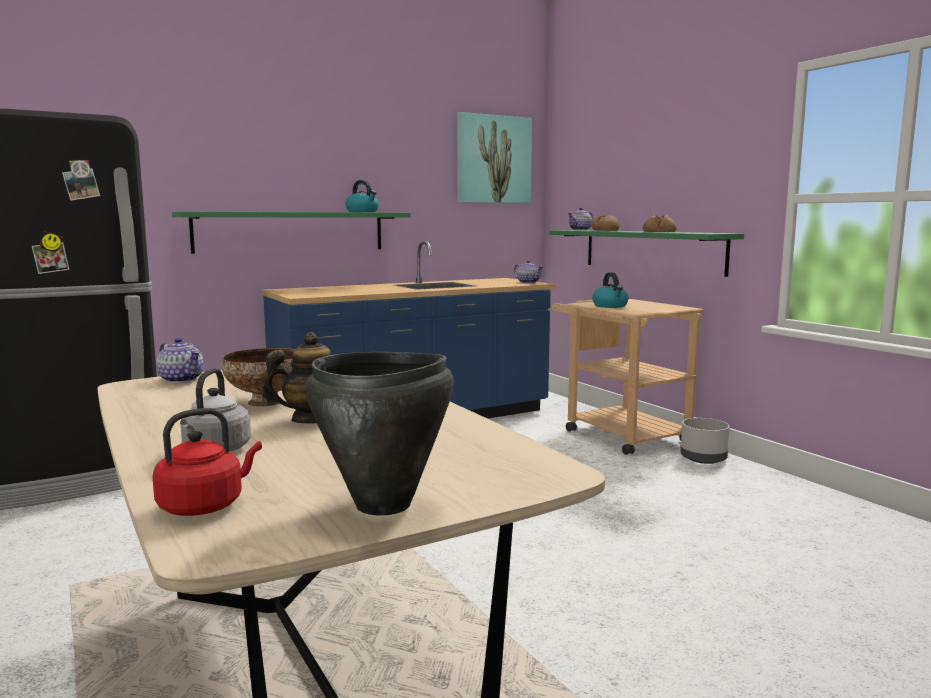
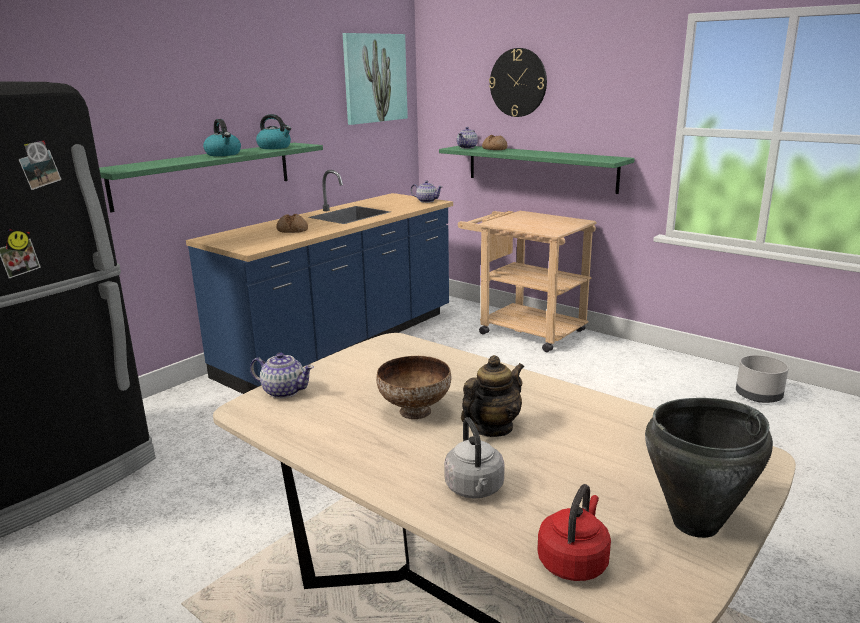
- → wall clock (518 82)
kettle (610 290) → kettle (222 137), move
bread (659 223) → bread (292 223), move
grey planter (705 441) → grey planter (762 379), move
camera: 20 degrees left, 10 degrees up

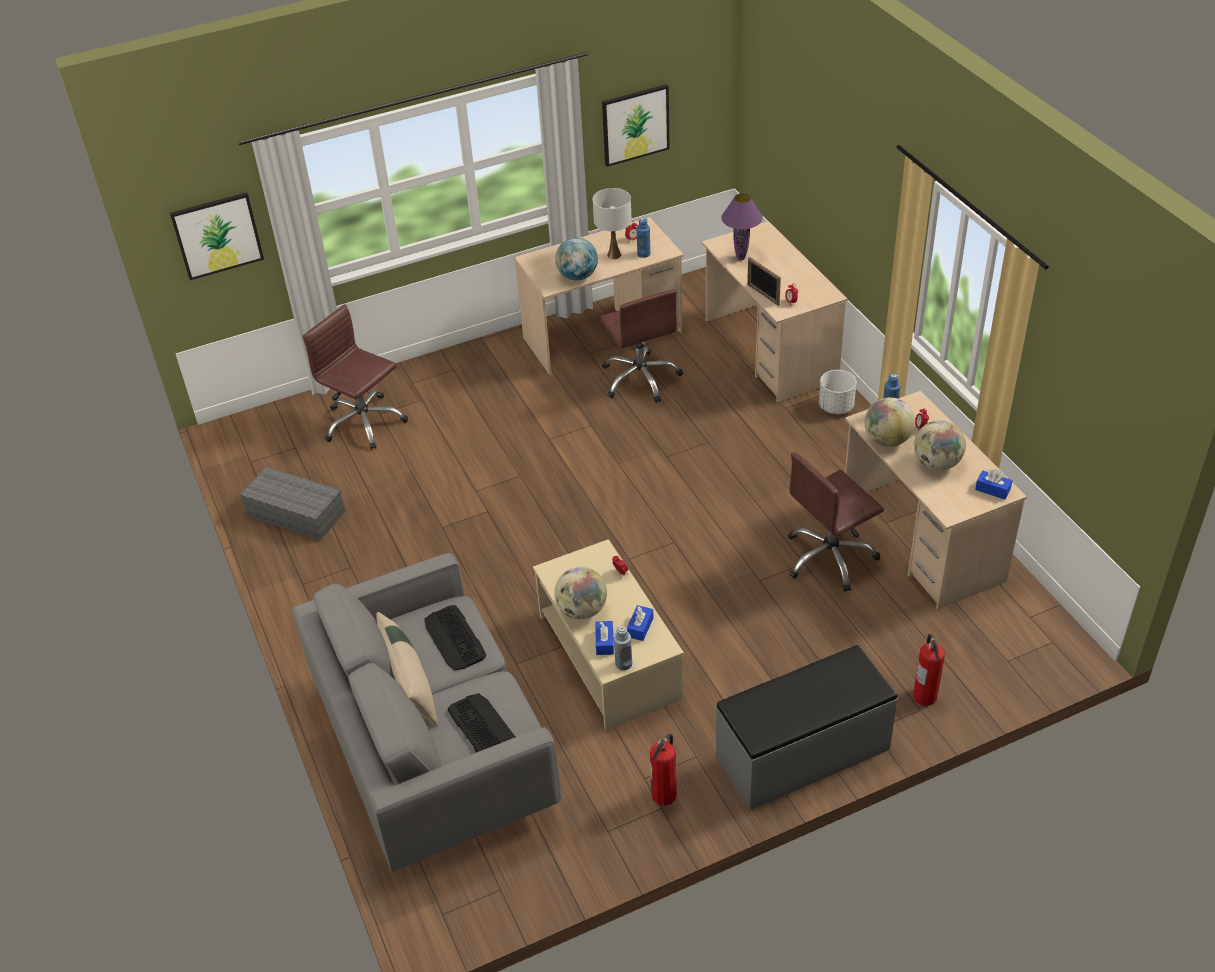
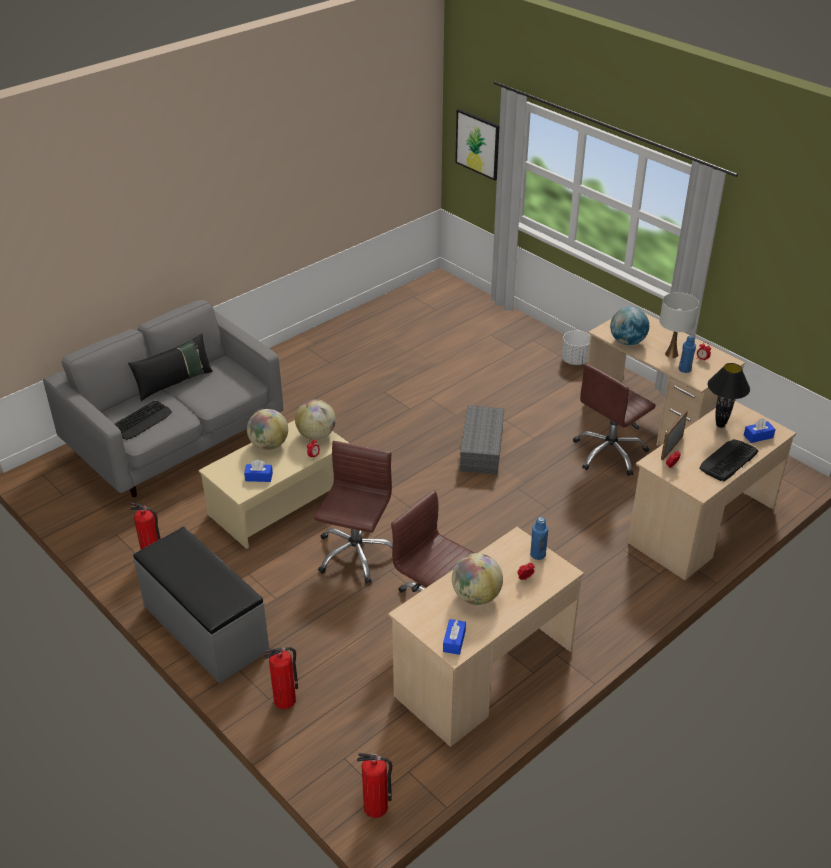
picture (636 125) → -
blue bottle (623 648) → -
- → fire extinguisher (375 785)
grey storage box (292 503) → grey storage box (482 440), move
brown office chair (355 377) → brown office chair (353 512), move
keyboard (455 638) → keyboard (728 460), move
blue tissue box (604 638) → blue tissue box (760 430), move
white planter (837 392) → white planter (576 347), move
globe (889 422) → globe (315 419), move
beige pillow (407 669) → black pillow (170 367)
purple table lamp (742 226) → black table lamp (729 395)
camera: 70 degrees right, 5 degrees down

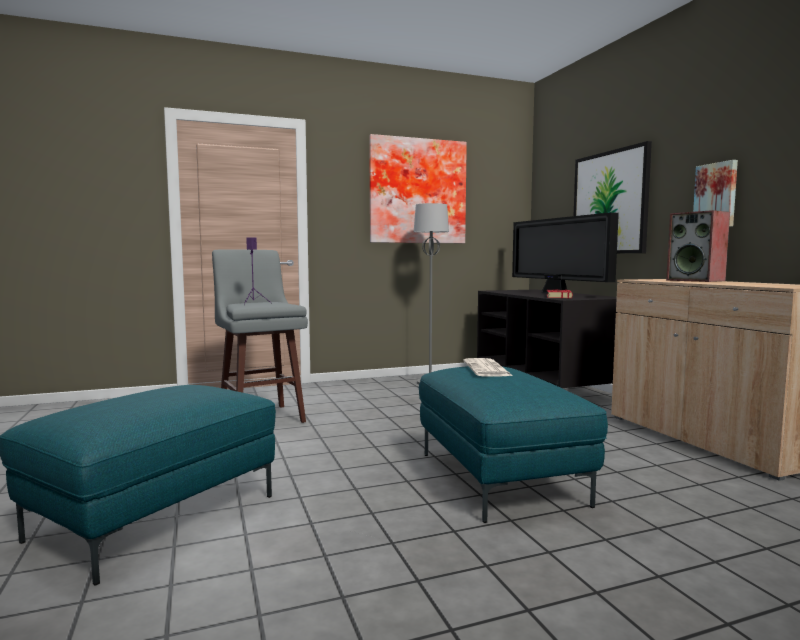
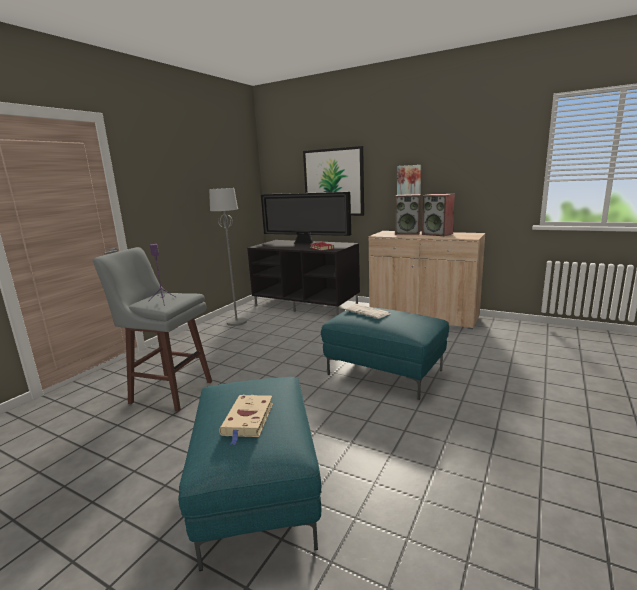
picture (418 188) → -
- → beige book (246 420)
- → speaker (438 215)
camera: 40 degrees left, 10 degrees up

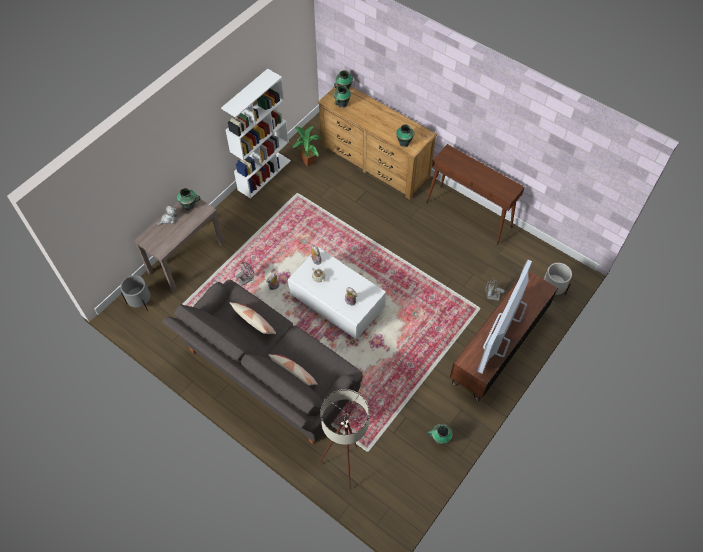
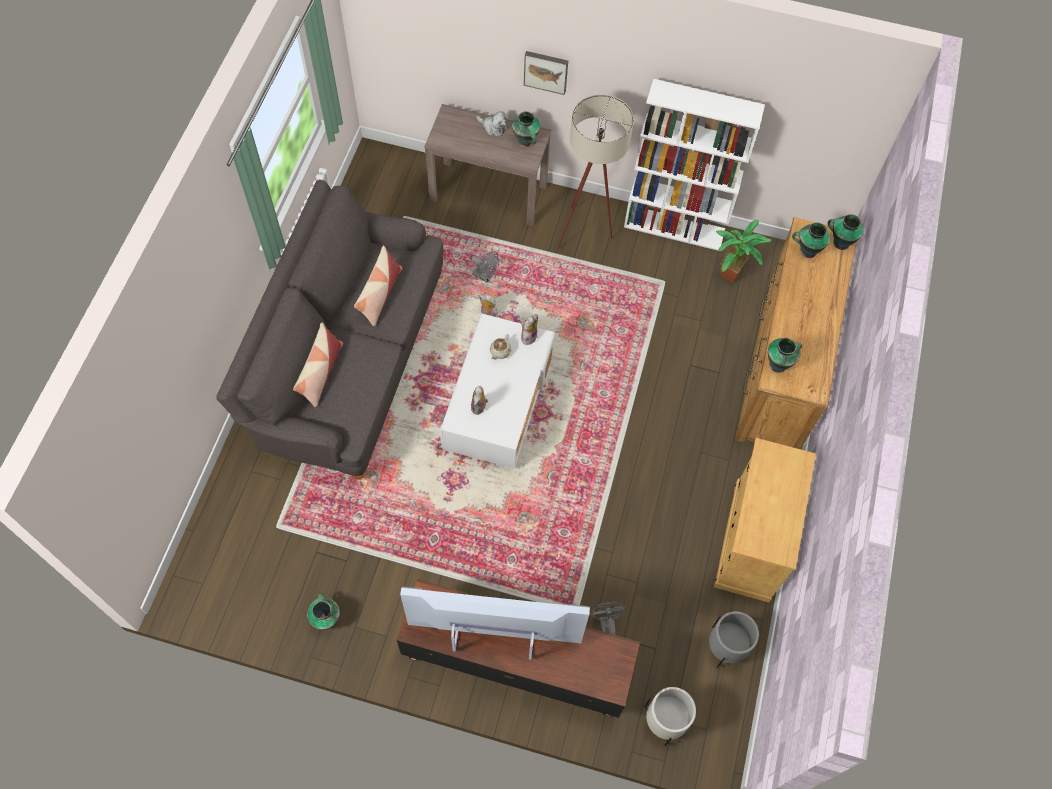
- → picture (546 73)
grey planter (135 293) → grey planter (734 639), move
beige floor lamp (343 439) → beige floor lamp (595 171), move
brown console table (475 194) → beige cabinet (765 520)
camera: 65 degrees right, 5 degrees up

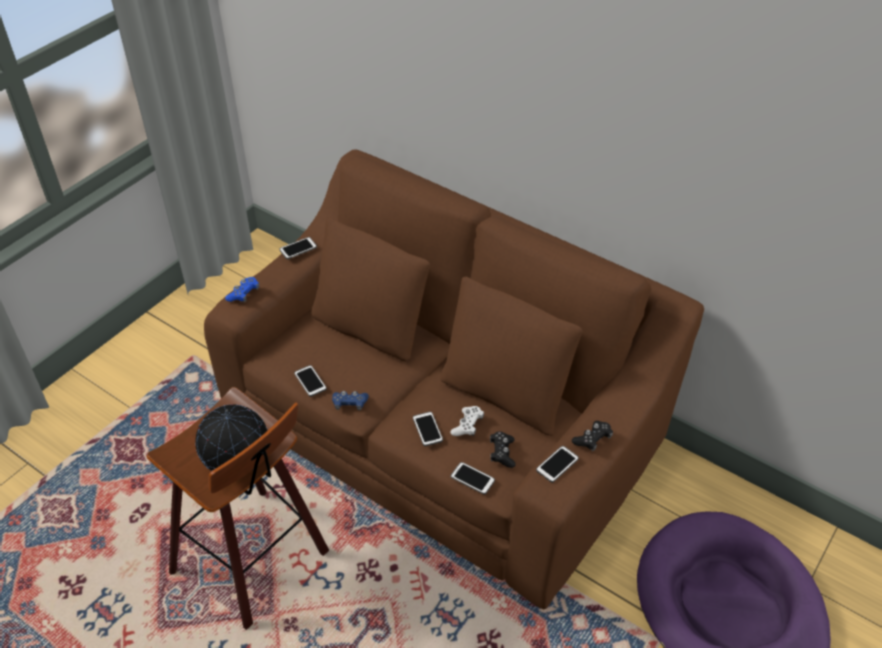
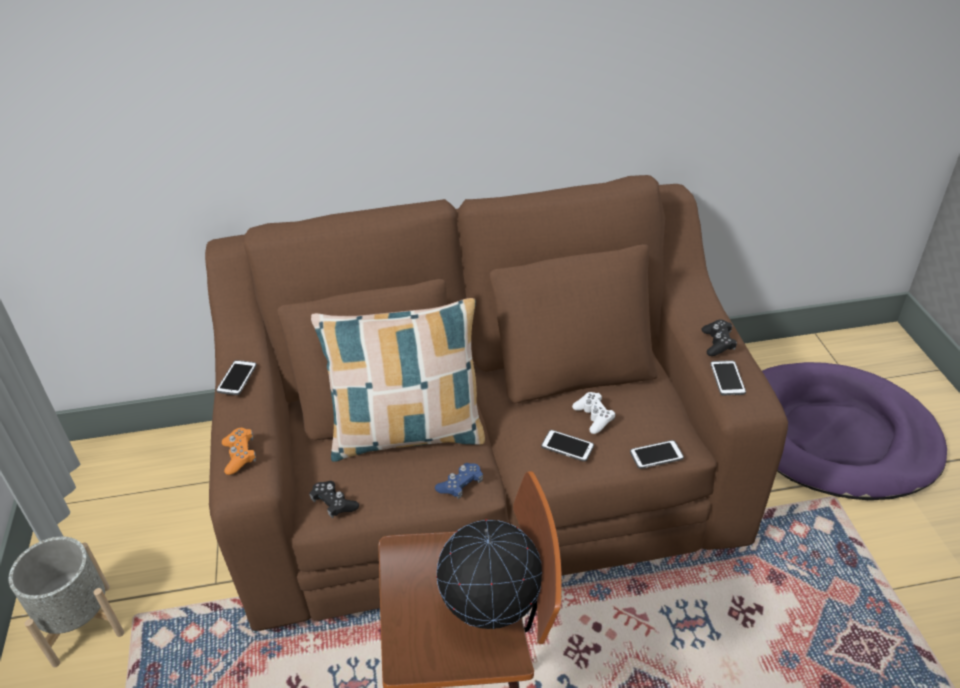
phone (310 381) → -
- → grey planter (66 601)
- → pillow (398 380)
black game controller (503 449) → black game controller (334 499), move
blue game controller (242 289) → orange game controller (239 451)
camera: 45 degrees left, 5 degrees down

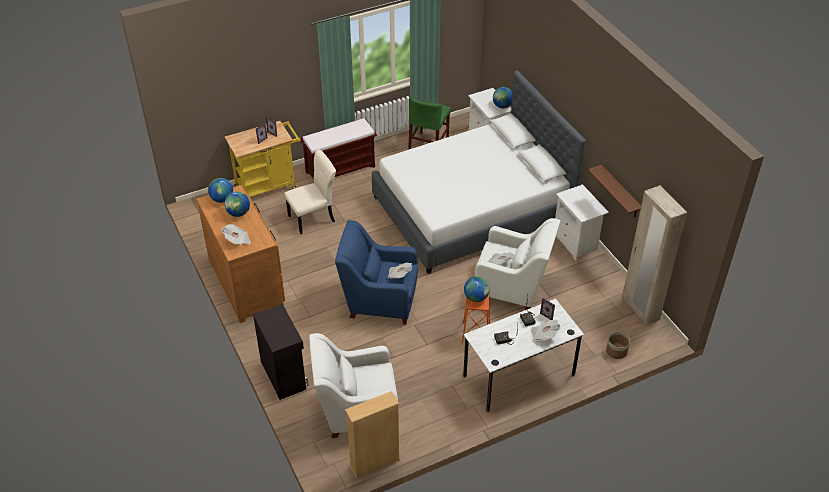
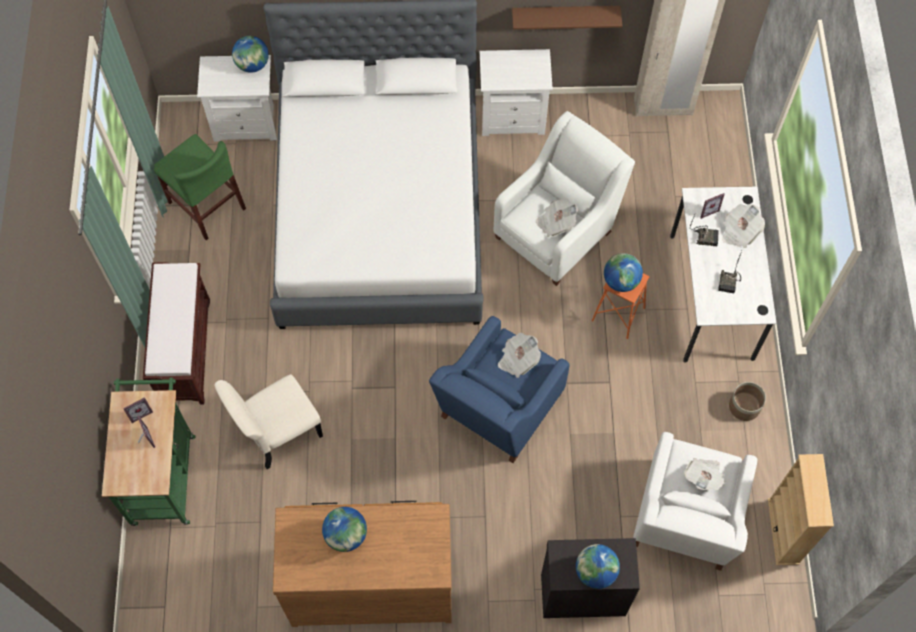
globe (220 190) → globe (598 566), move
newspaper (236 234) → newspaper (704 474), move
planter (618 345) → planter (747 401), move
yellow cart (263 159) → green cart (148 451)
beige chair (310 192) → beige chair (268 421), 120 degrees counterclockwise
camera: 65 degrees left, 20 degrees up

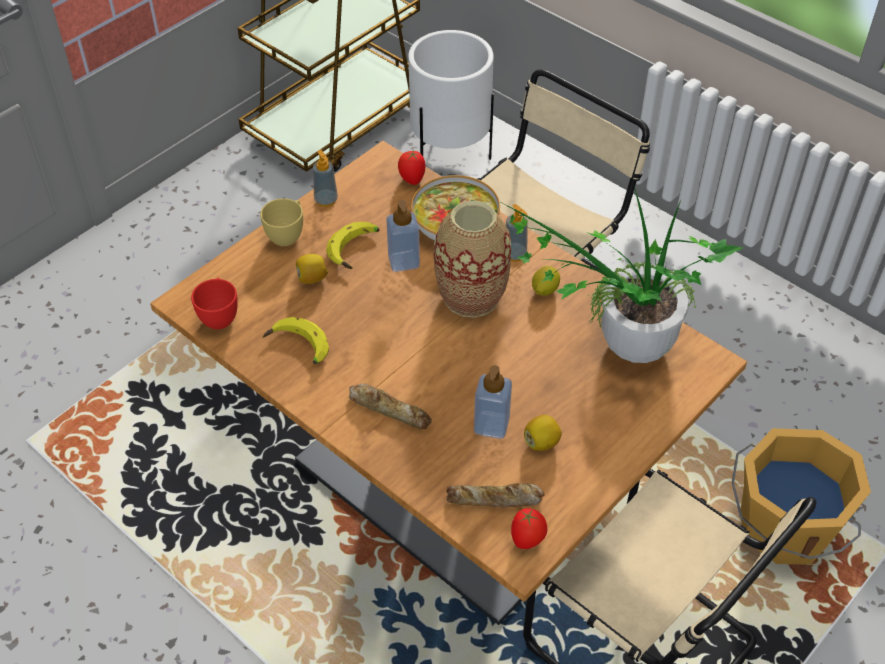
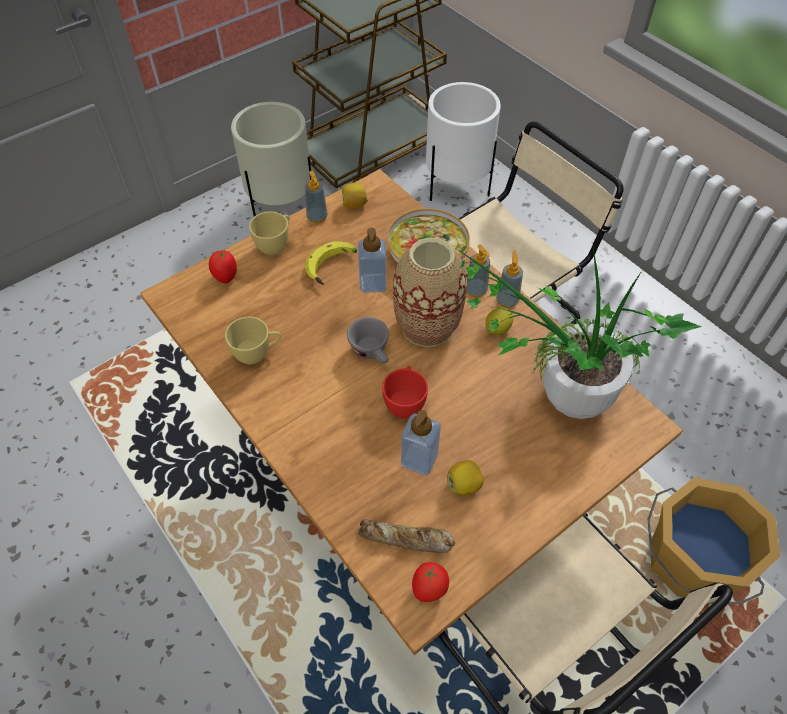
bread (390 406) → -
- → beige planter (271 159)
- → grey cup (368 340)
- → soap dispenser (509 279)
red cup (214 303) → red cup (405 392), move
lemon (312 269) → lemon (355 195), move
tomato (411 167) → tomato (223 267), move
banana (296 340) → yellow cup (253 340)
camera: 10 degrees right, 5 degrees up

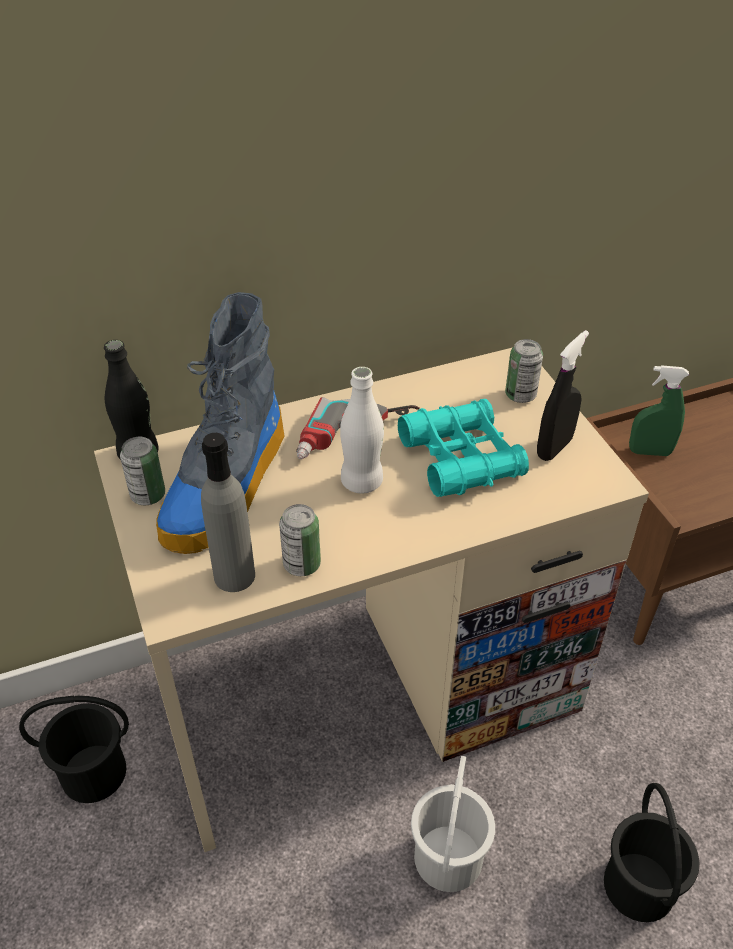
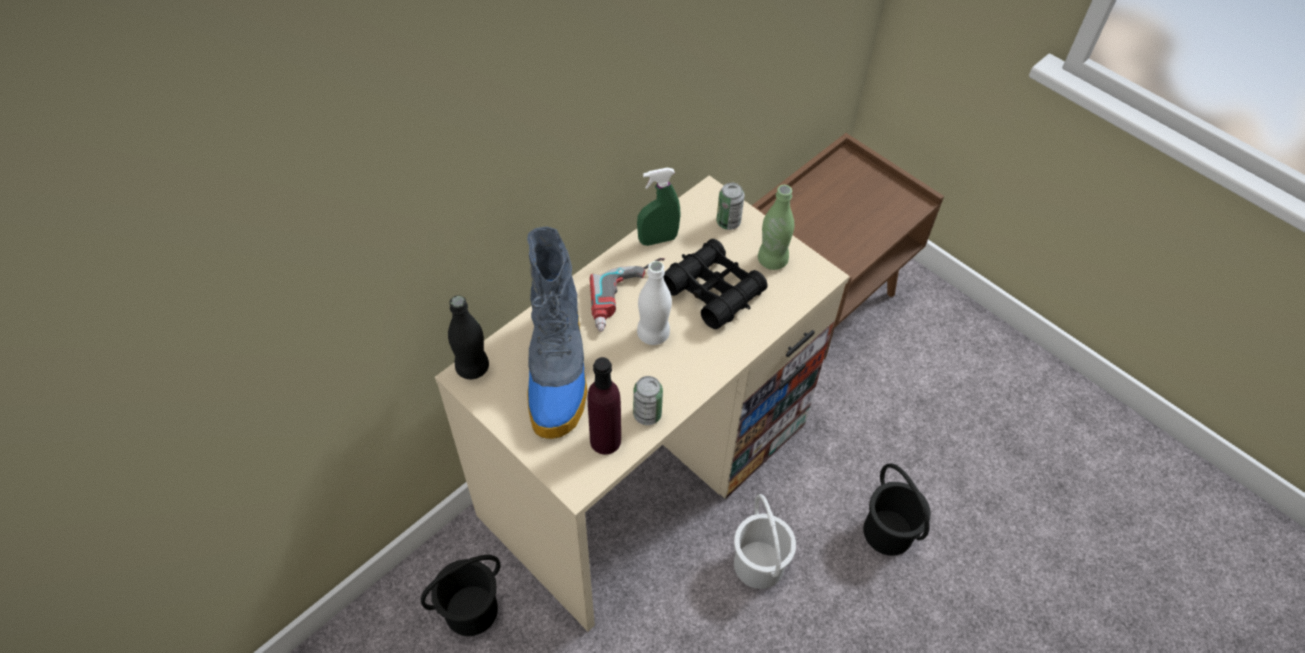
can (142 471) → -
green spray bottle (659 410) → green spray bottle (658 207), move
black spray bottle (563 395) → green bottle (776 227)
grey bottle (228 512) → purple bottle (604 406)
turquoise binoculars (463 448) → black binoculars (715 284)
camera: 25 degrees left, 10 degrees up

